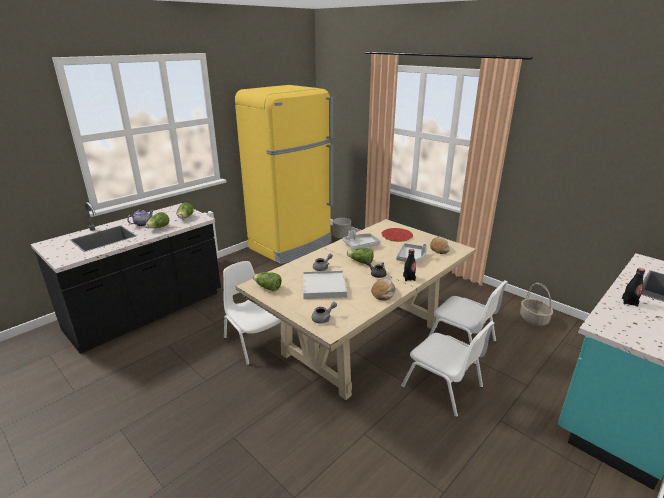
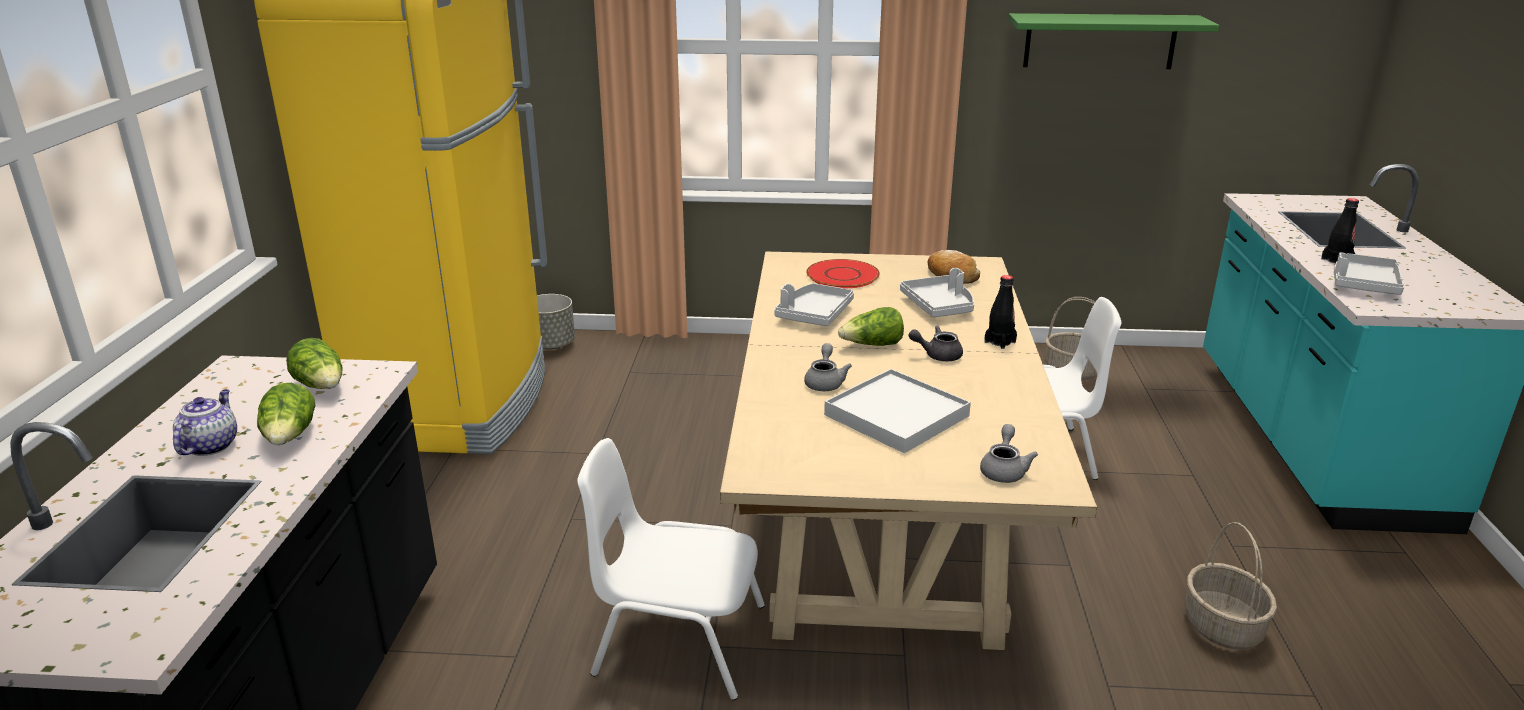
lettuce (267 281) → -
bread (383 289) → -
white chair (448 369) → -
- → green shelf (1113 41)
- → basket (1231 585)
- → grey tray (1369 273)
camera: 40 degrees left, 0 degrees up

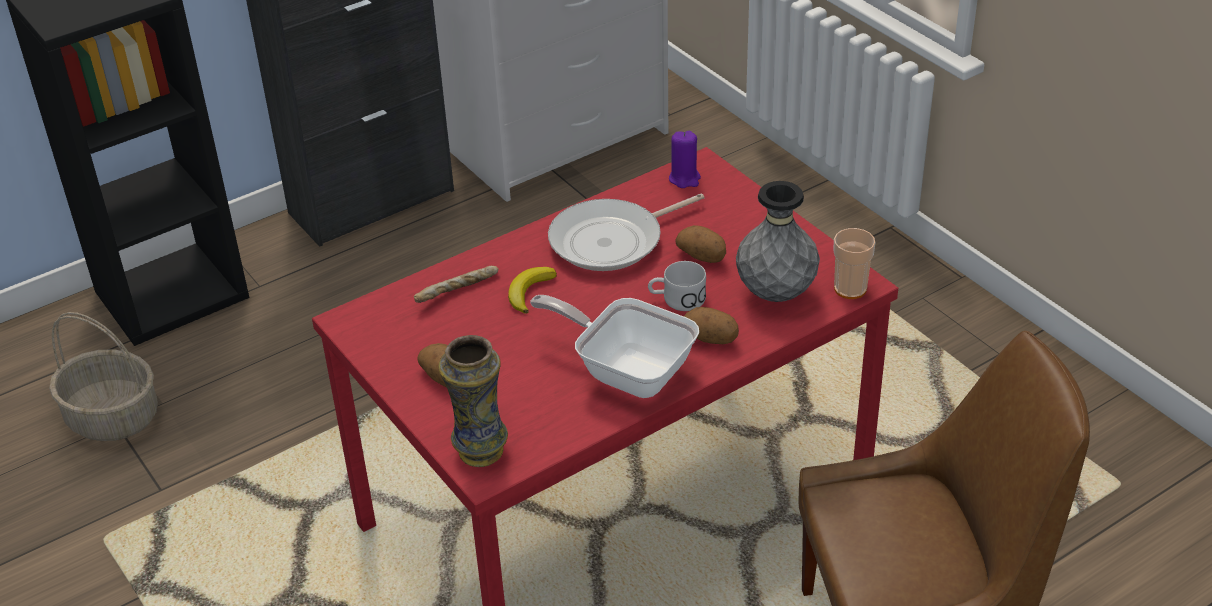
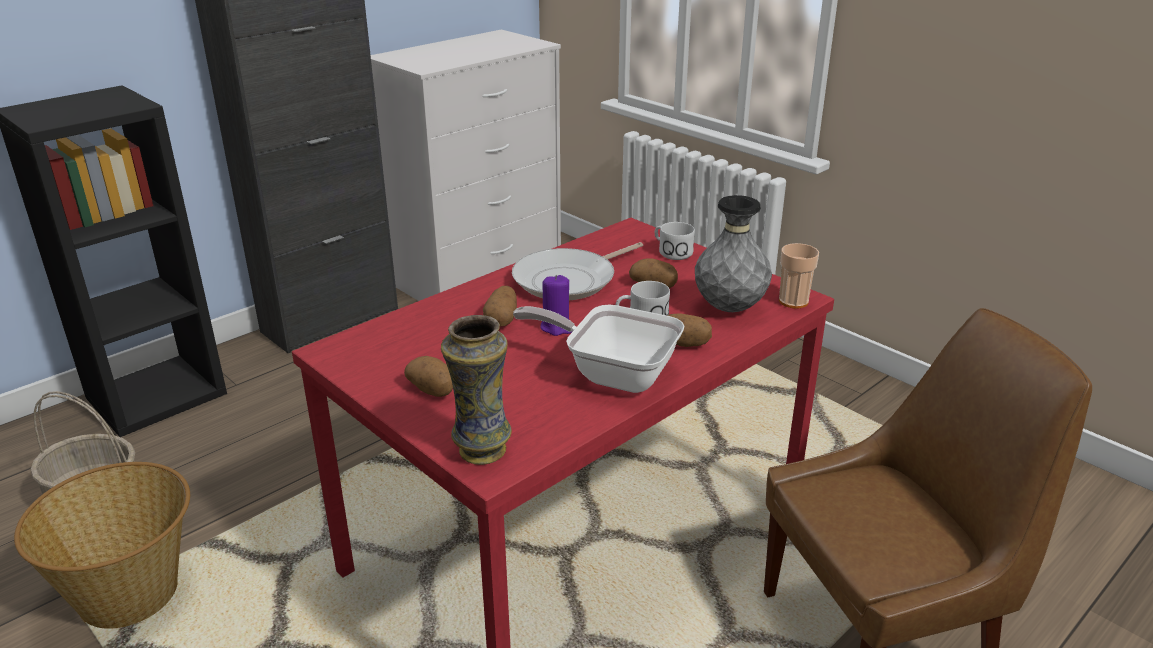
bread (456 284) → -
- → basket (102 545)
- → white mug (675 241)
purple candle (685 159) → purple candle (556 305), move
banana (532 290) → potato (500 306)
camera: 10 degrees left, 10 degrees down

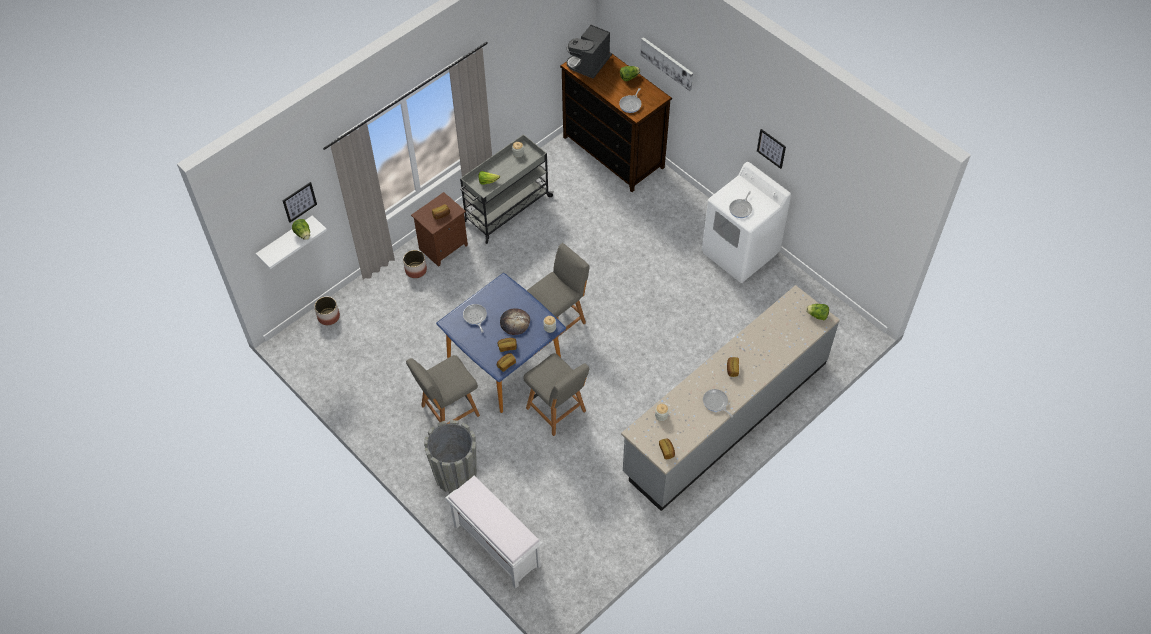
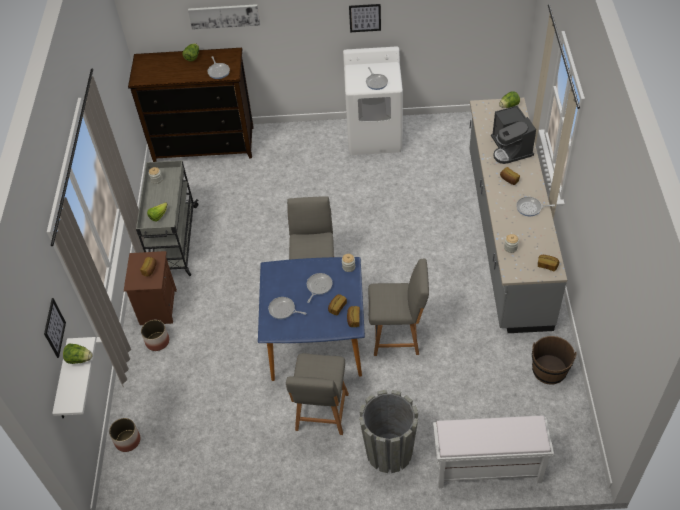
- → brown bucket (554 360)
coffee machine (589 51) → coffee machine (513 135), move
bread (515 321) → frying pan (320 288)
camera: 45 degrees left, 5 degrees down

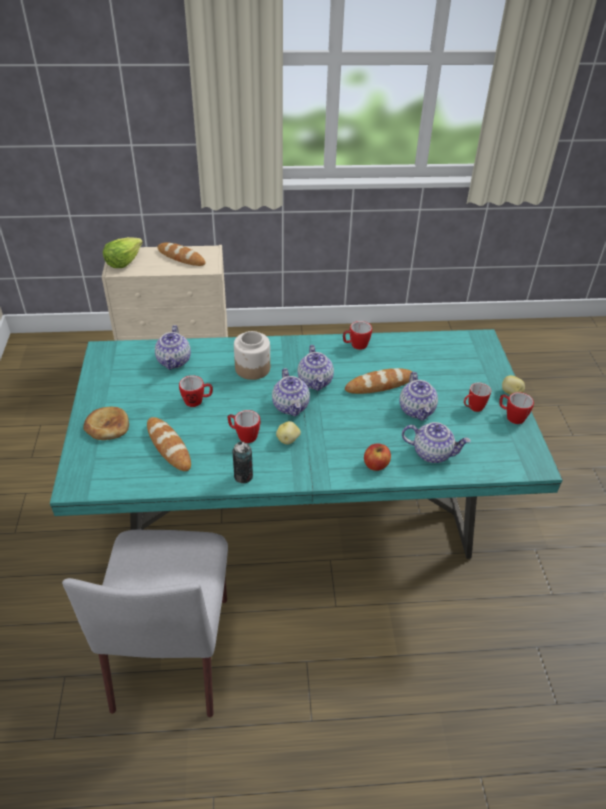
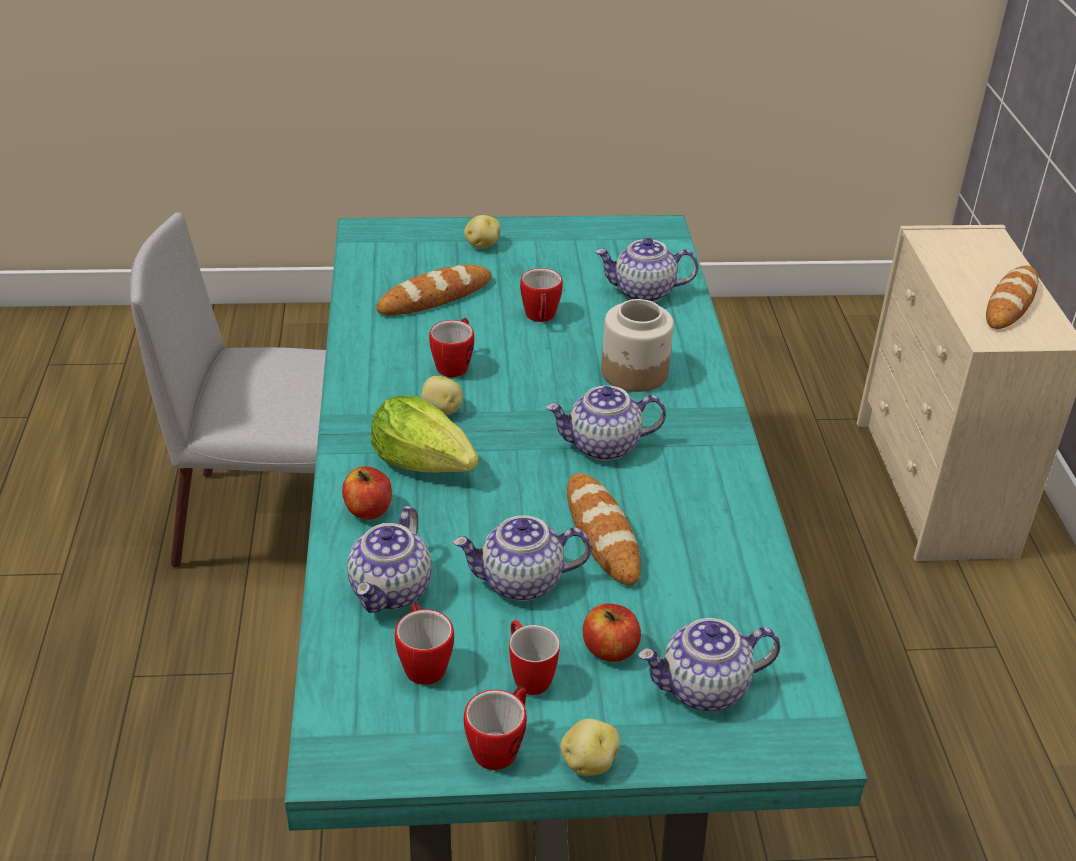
can (243 462) → -
- → apple (612 632)
lettuce (123 252) → lettuce (425 434), move
teapot (291 392) → teapot (709 664), move
mug (357 335) → mug (424 643), move
bread (106 423) → potato (482 232)
camera: 90 degrees right, 5 degrees down

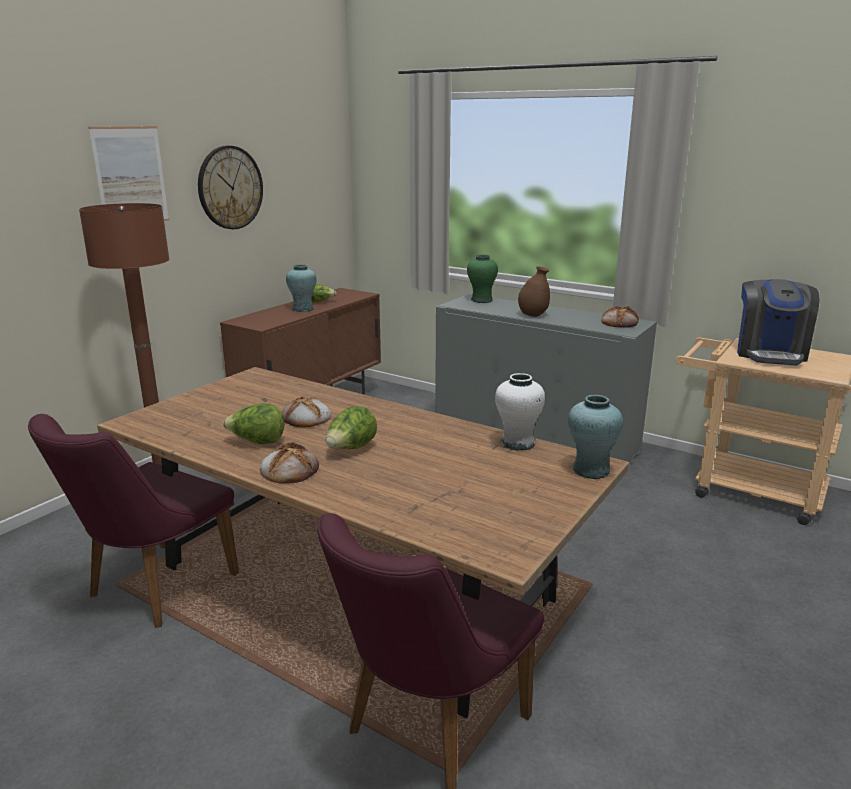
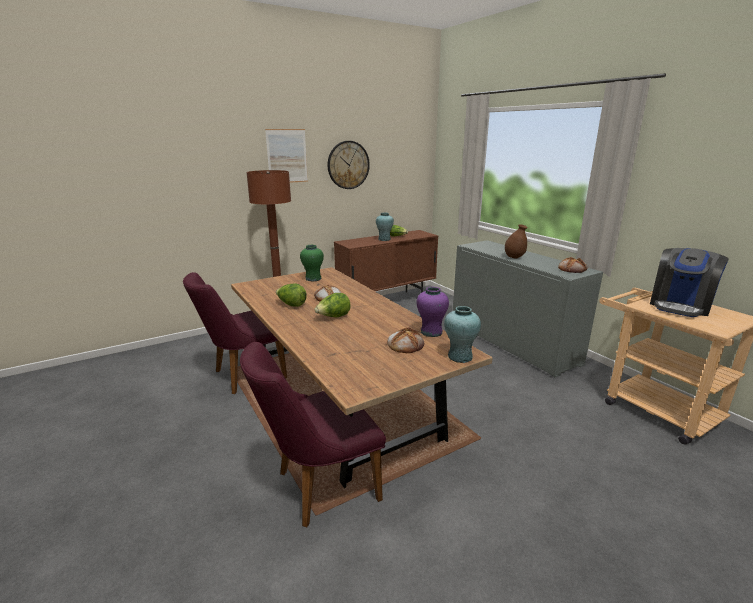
bread (289 463) → bread (405 340), move
green vase (482 278) → green vase (312 263), move
white vase (520 412) → purple vase (433 312)
camera: 25 degrees right, 0 degrees up

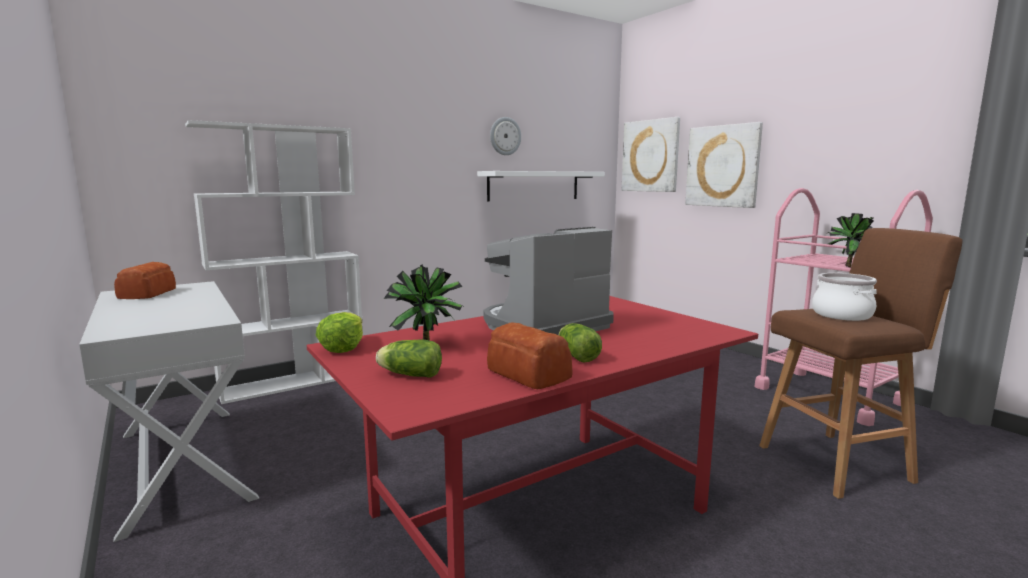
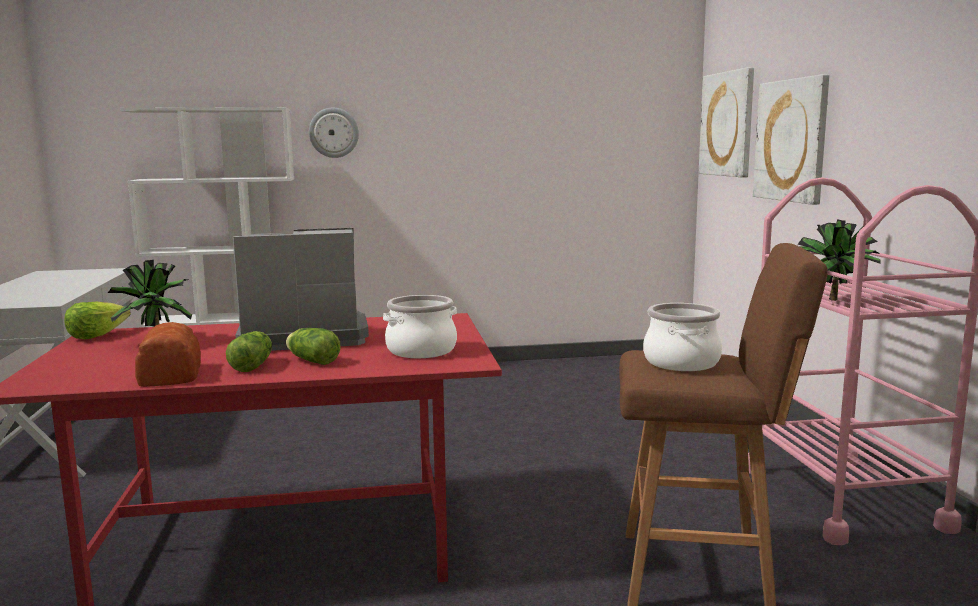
bread (145 280) → -
white shelf (541 186) → -
- → cooking pot (420 326)
lettuce (409 359) → lettuce (313 346), move
wall clock (505 136) → wall clock (334 133), move
camera: 25 degrees right, 0 degrees up

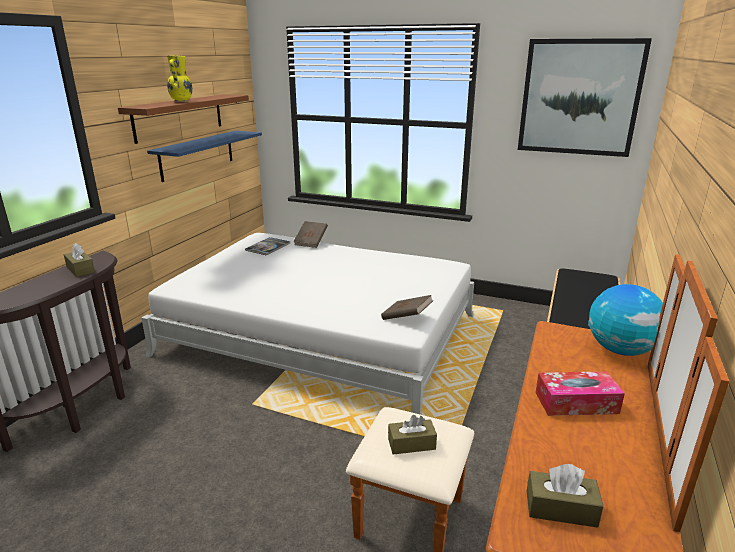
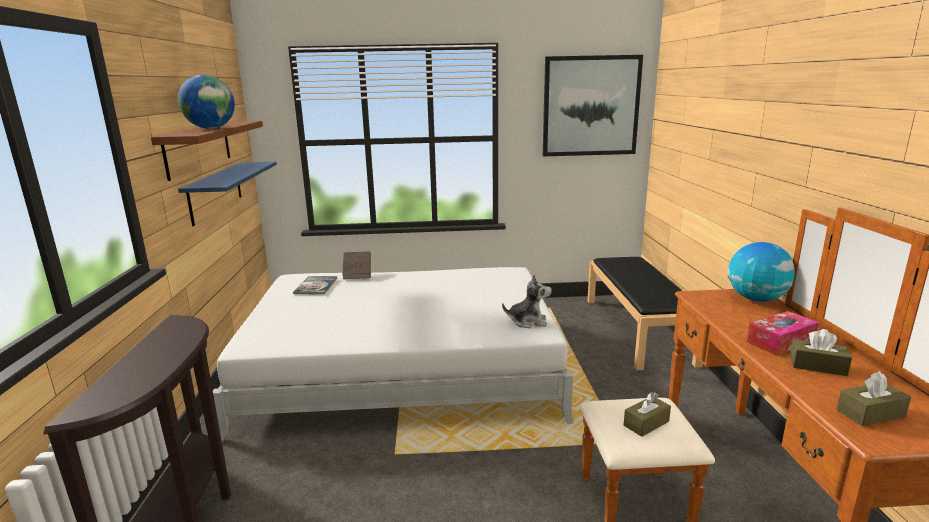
brown tissue box (79 260) → brown tissue box (821 352), move
yellow vase (180 78) → globe (206 102)
brown book (407 307) → plush toy (527 301)
camera: 25 degrees left, 5 degrees down

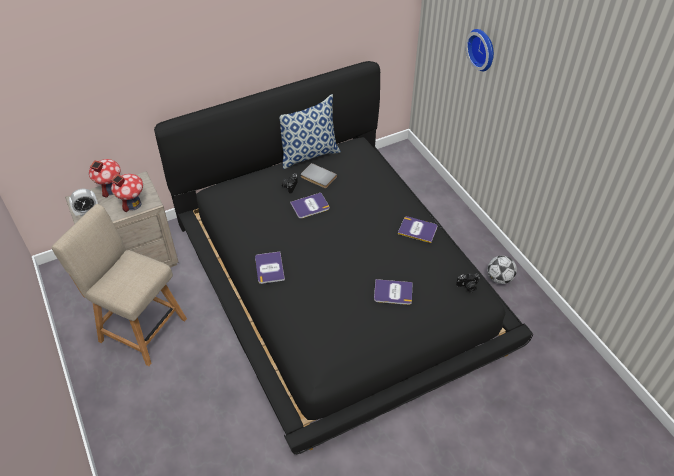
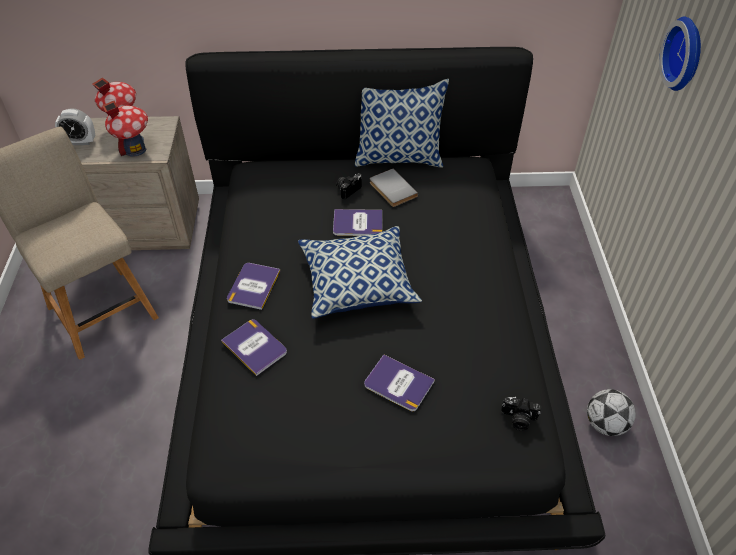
- → pillow (360 272)
book (417 229) → book (254 347), move
camera: 25 degrees right, 0 degrees up

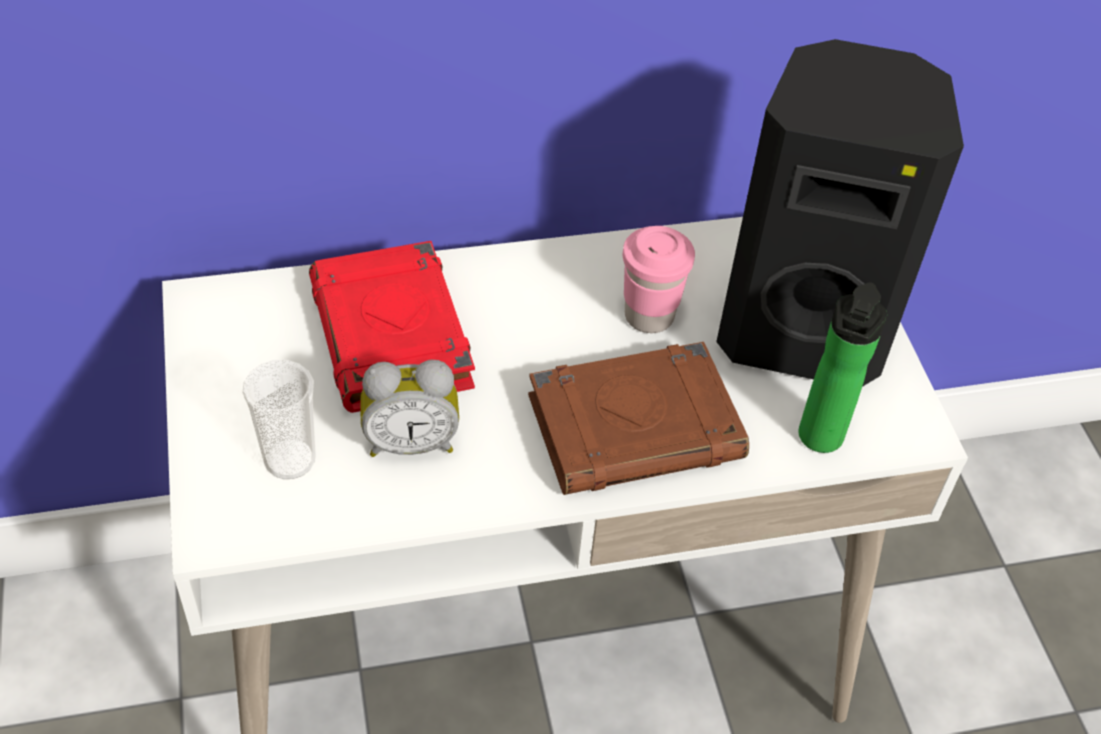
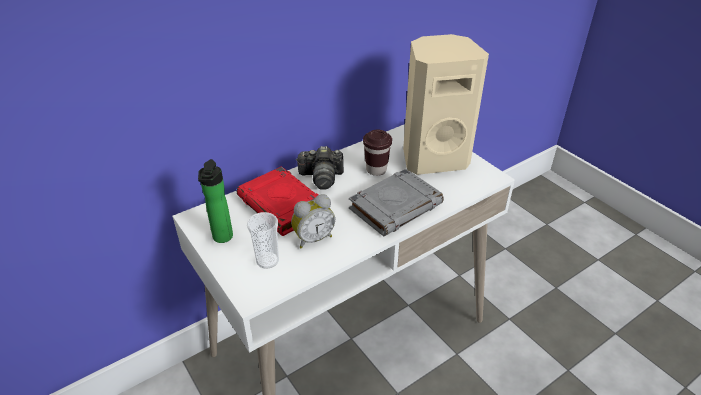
- → photo camera (320 168)
bottle (842 367) → bottle (215 201), move
brown book (638 418) → grey book (396 202)
pink cup (659 279) → brown cup (377 152)
black speaker (840 213) → beige speaker (446 104)
camera: 20 degrees left, 10 degrees down

